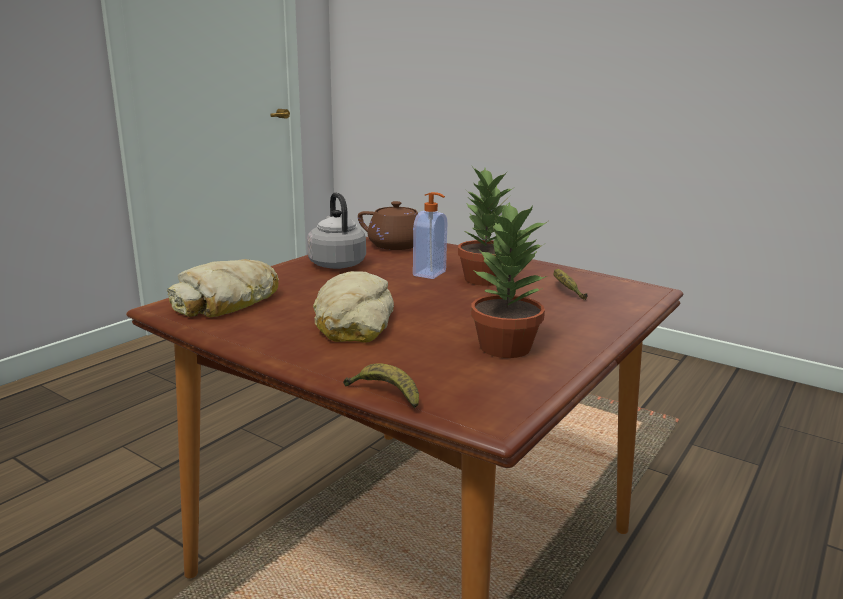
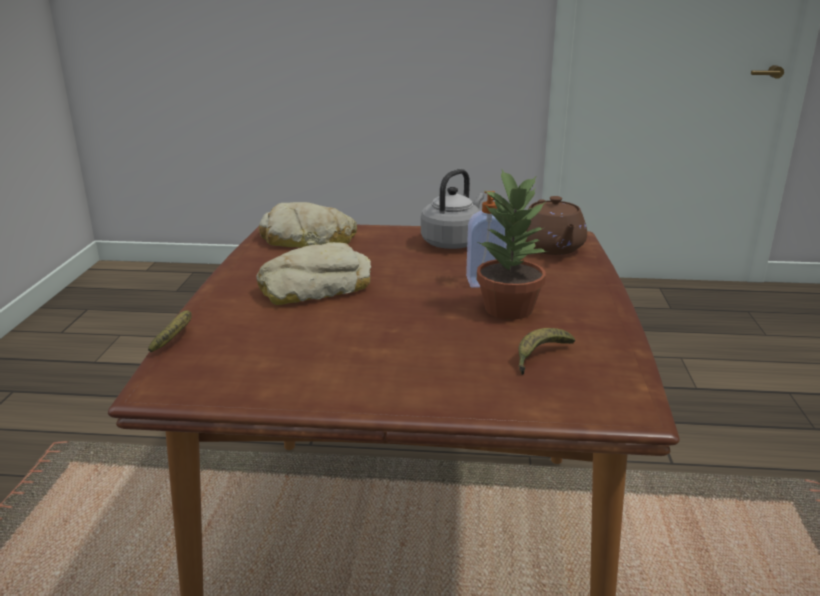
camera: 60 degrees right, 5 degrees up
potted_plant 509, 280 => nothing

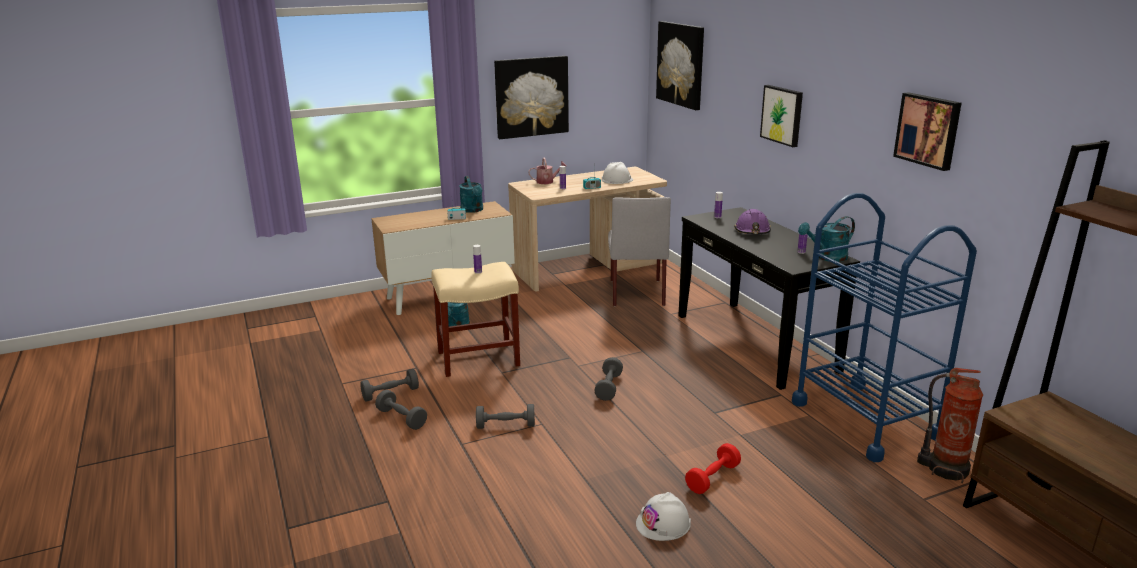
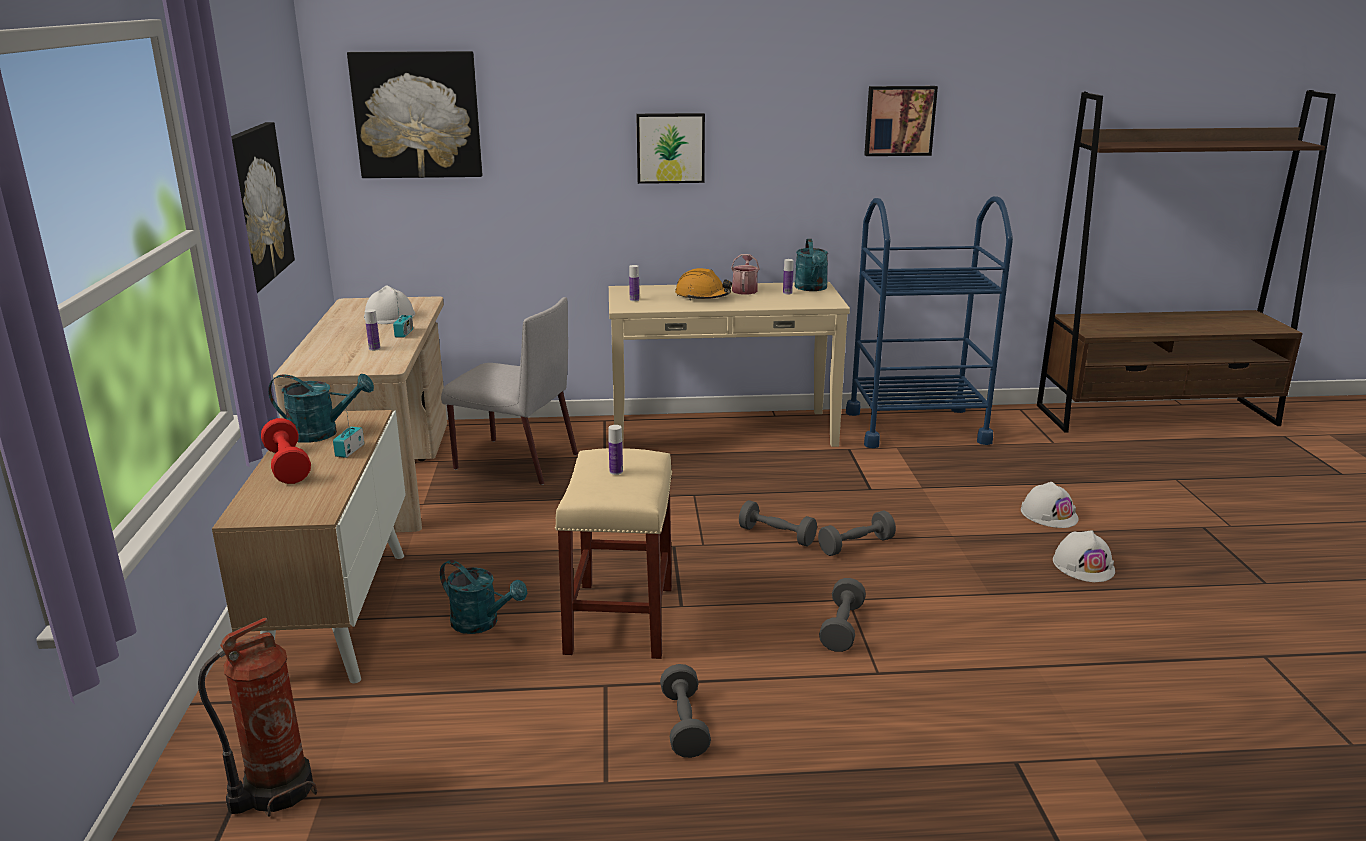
camera: 70 degrees left, 0 degrees up
grey_dumbbell 401, 410 => grey_dumbbell 857, 533, shifted
watering_can 547, 171 => watering_can 745, 274, shifted
black_console_table 769, 298 => beige_console_table 729, 365
red_dumbbell 713, 468 => red_dumbbell 286, 451, shifted
purple_hard_hat 752, 221 => orange_hard_hat 703, 284
fire_extinguisher 950, 425 => fire_extinguisher 257, 717, shifted
nothing => white_hard_hat 1050, 505

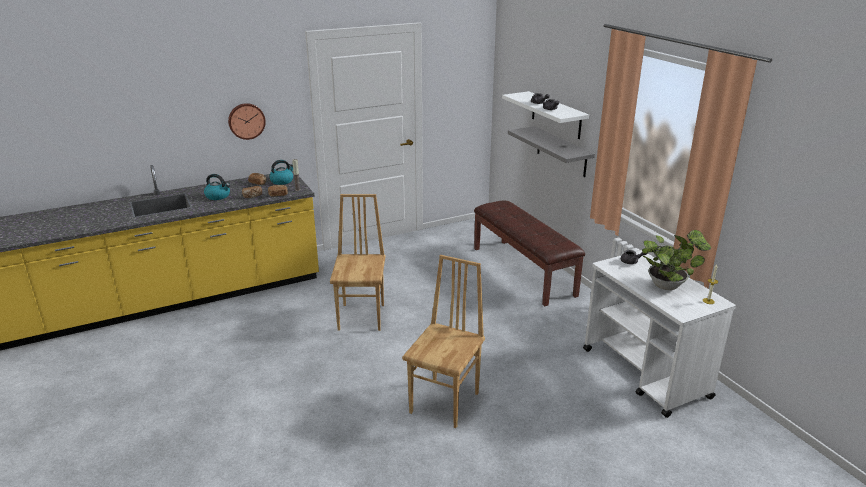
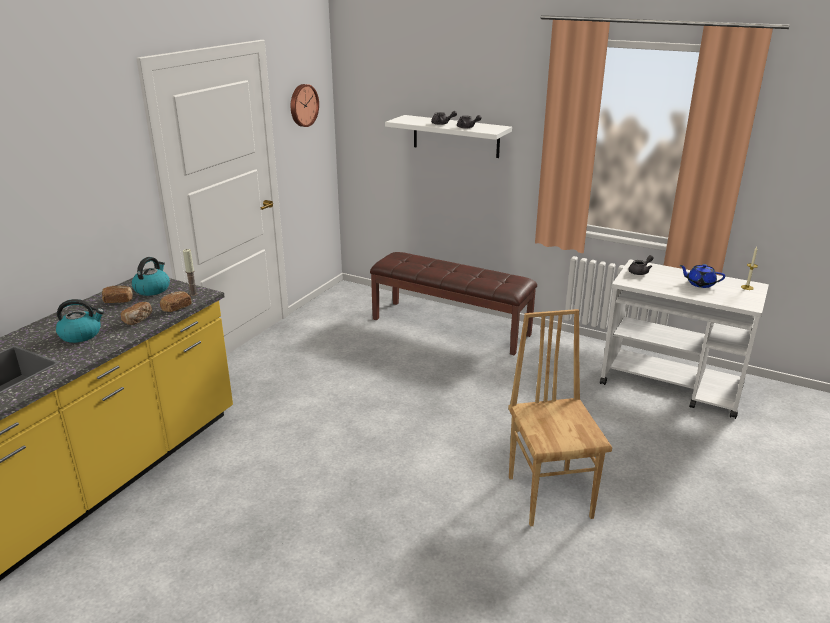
camera: 35 degrees left, 0 degrees up
wall_clock 247, 121 => wall_clock 305, 105, shifted
brown_chair 357, 262 => nothing
grey_shelf 551, 151 => nothing
potted_plant 676, 260 => blue_teapot 702, 276

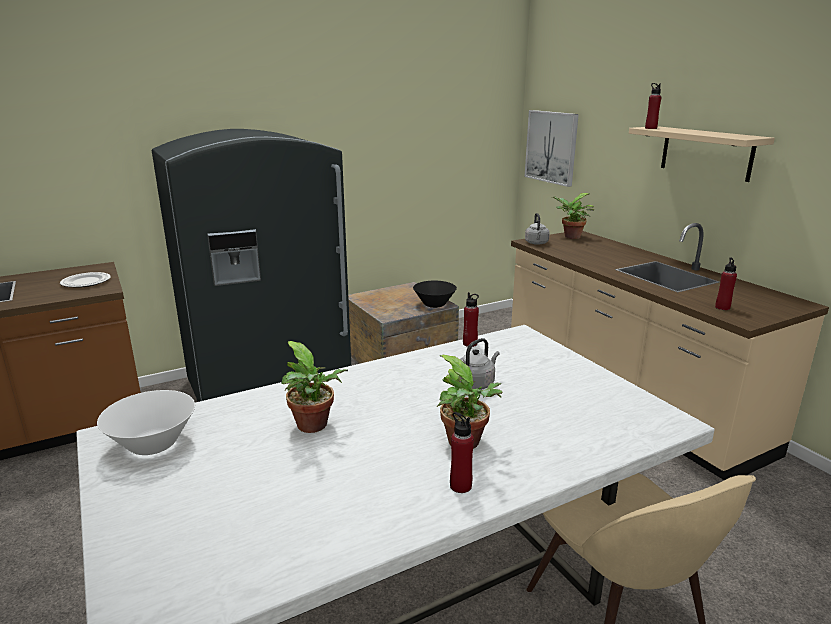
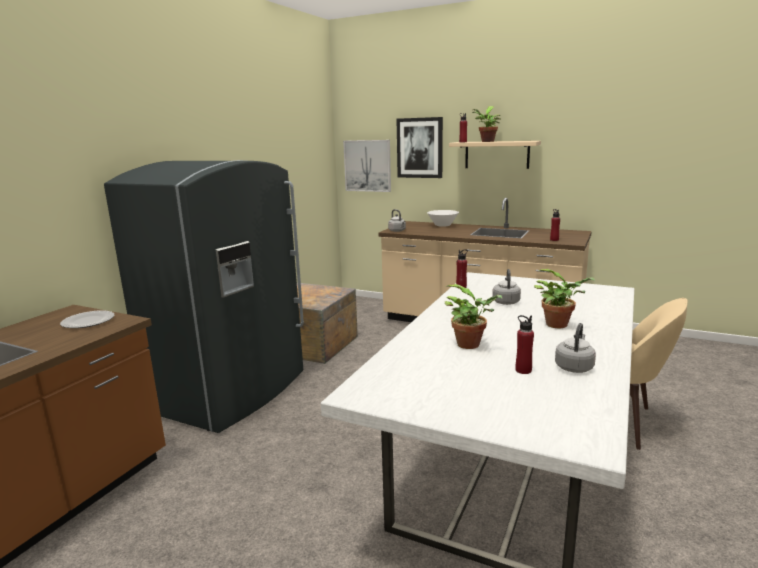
camera: 35 degrees left, 5 degrees down
white_bowl 146, 422 => white_bowl 443, 218, shifted
black_bowl 435, 294 => nothing
red_bottle 462, 452 => red_bottle 524, 344, shifted
potted_plant 572, 216 => potted_plant 486, 124, shifted
nothing => picture 420, 147
nothing => grey_kettle 575, 348

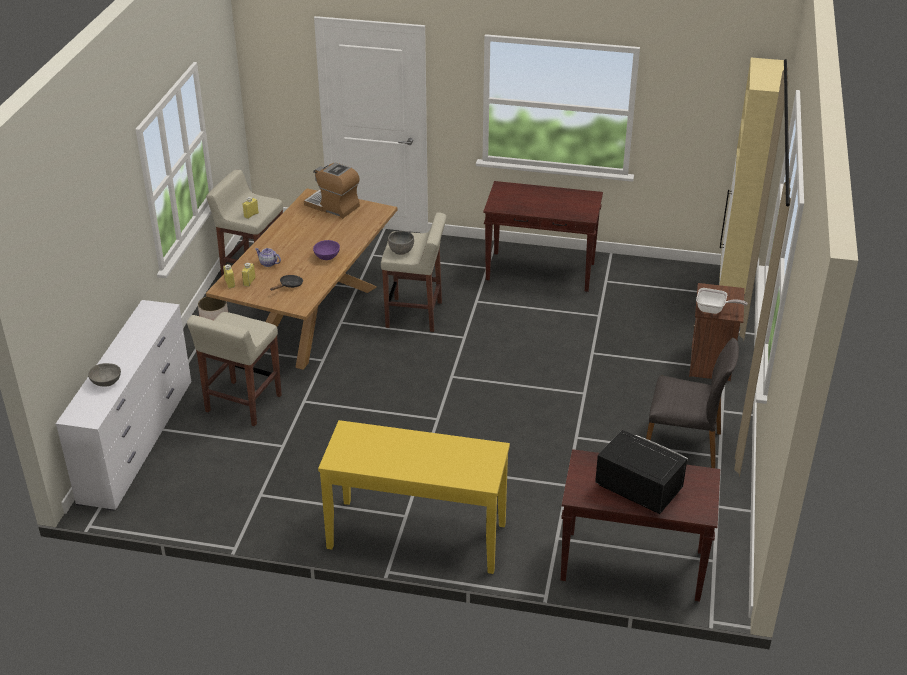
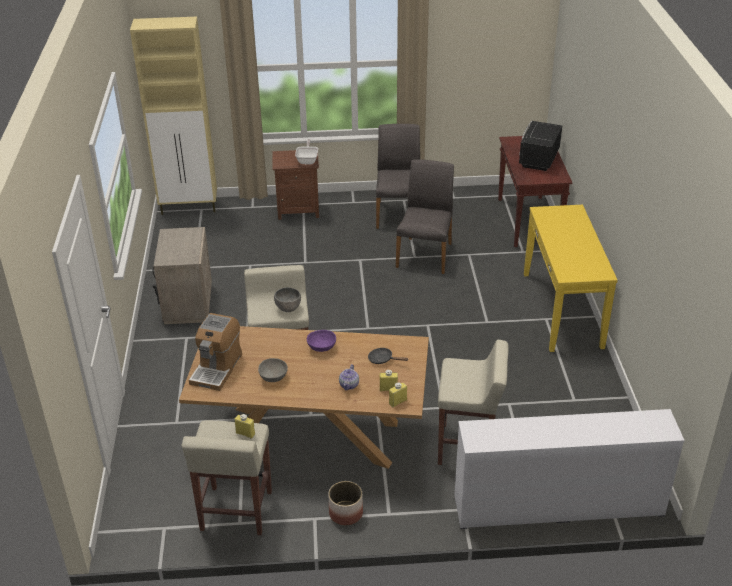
camera: 105 degrees left, 0 degrees up
grey_bowl 104, 375 => grey_bowl 273, 370, shifted
brown_console_table 543, 236 => beige_nightstand 182, 275
nothing => grey_chair 425, 216

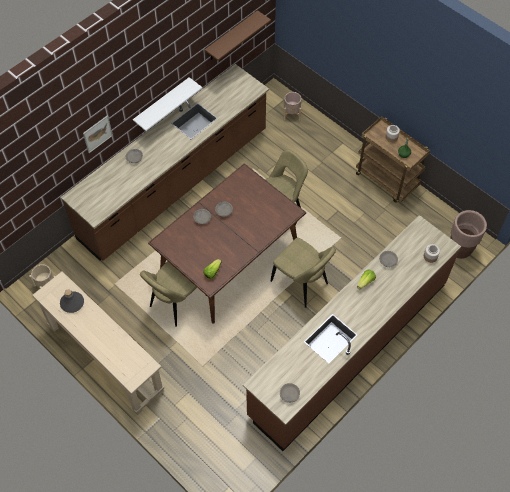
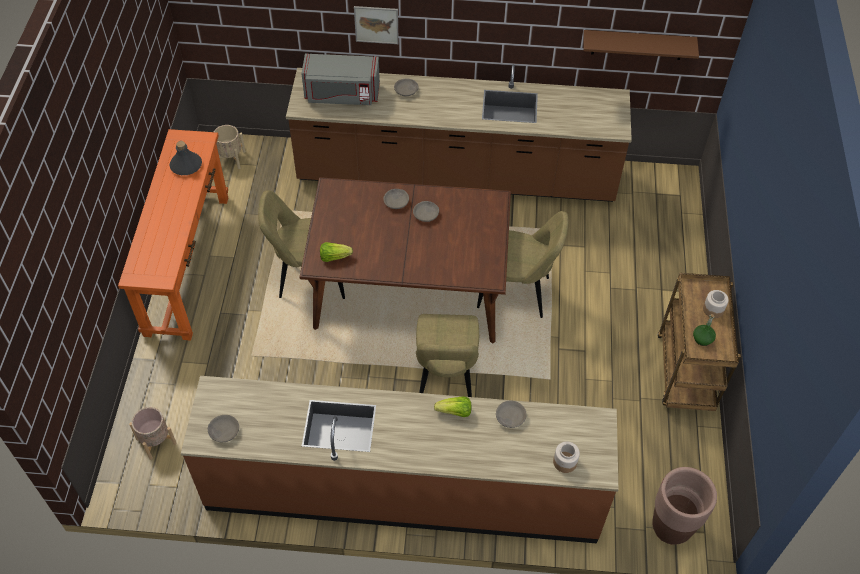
camera: 50 degrees right, 5 degrees down
beige_console_table 98, 343 => orange_console_table 173, 235
white_shelf 167, 104 => nothing
beige_planter 292, 106 => beige_planter 153, 433, shifted
nothing => grey_microwave 340, 79

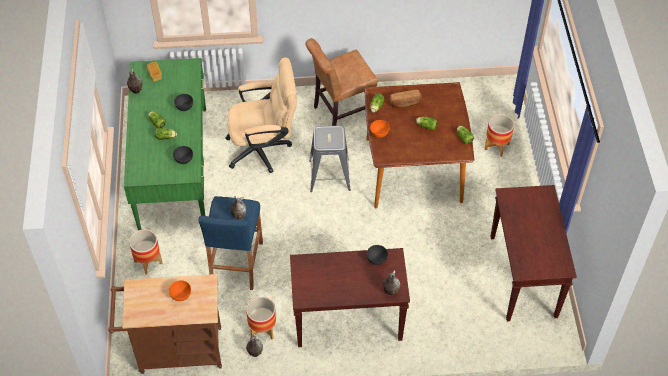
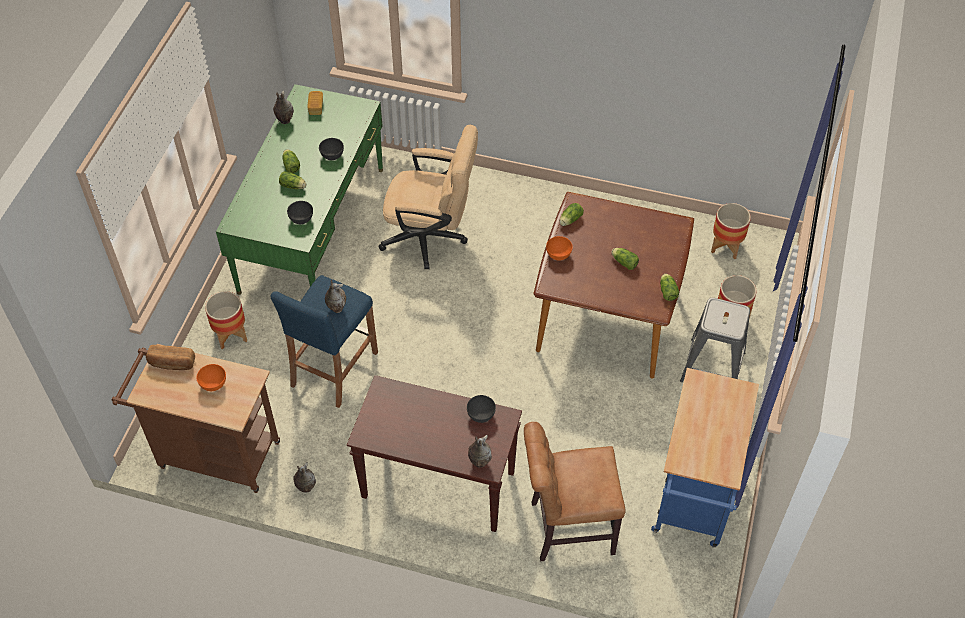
camera: 20 degrees right, 0 degrees up
planter 261, 318 => planter 731, 231, shifted
brown_chair 341, 82 => brown_chair 574, 491, shifted
grey_stool 330, 159 => grey_stool 715, 340, shifted
bread 406, 99 => bread 170, 357, shifted
brown_console_table 533, 253 => blue_cart 705, 458

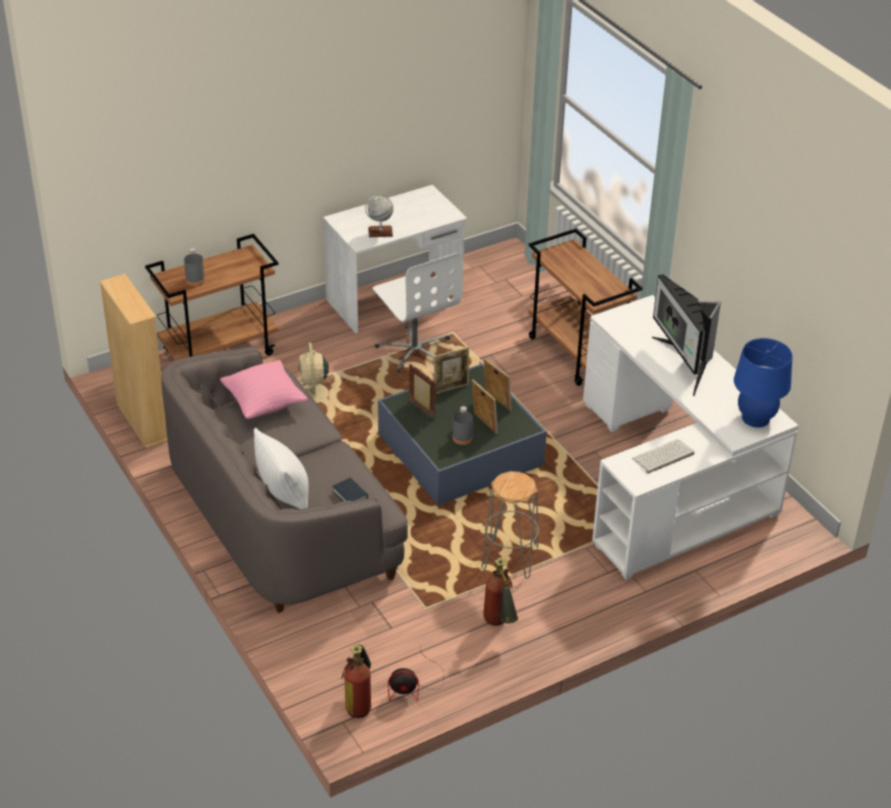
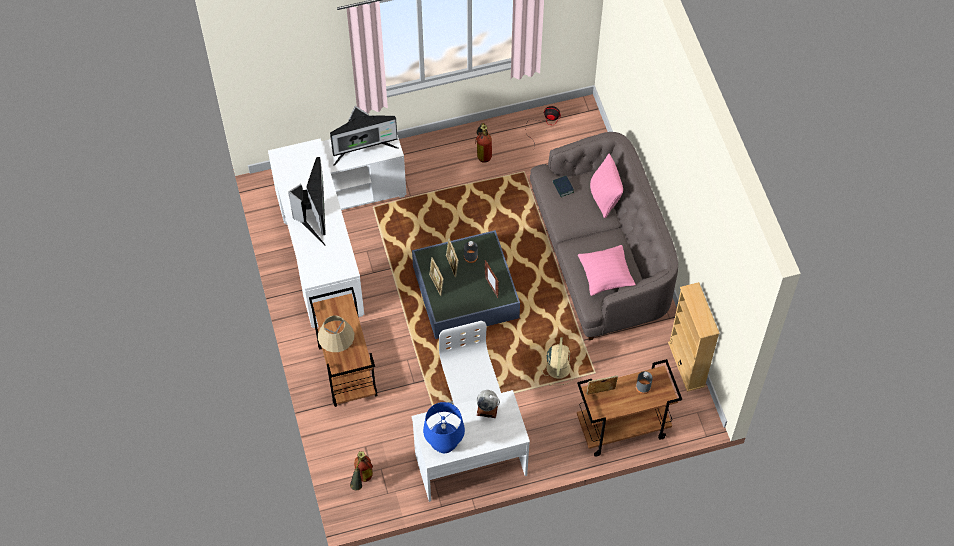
camera: 165 degrees left, 20 degrees up
white_pillow 281, 468 => pink_pillow 606, 186
fire_extinguisher 356, 681 => fire_extinguisher 361, 470, shifted
picture_frame 451, 370 => picture_frame 602, 385, shifted
grey_stool 510, 525 => nothing
keyboard 663, 456 => monitor 364, 136
blue_table_lamp 763, 382 => blue_table_lamp 444, 427, shifted
nothing => beige_table_lamp 336, 333

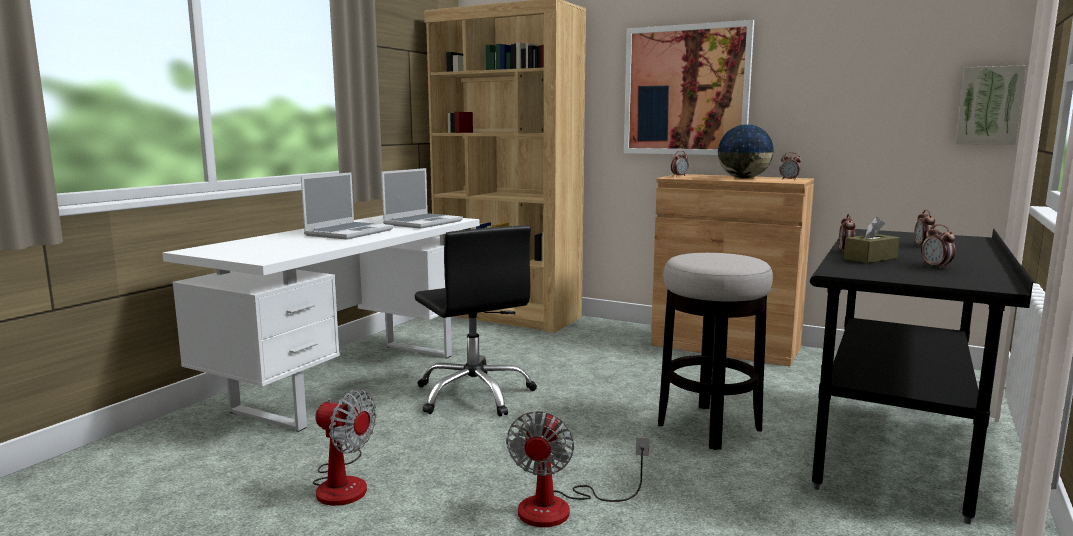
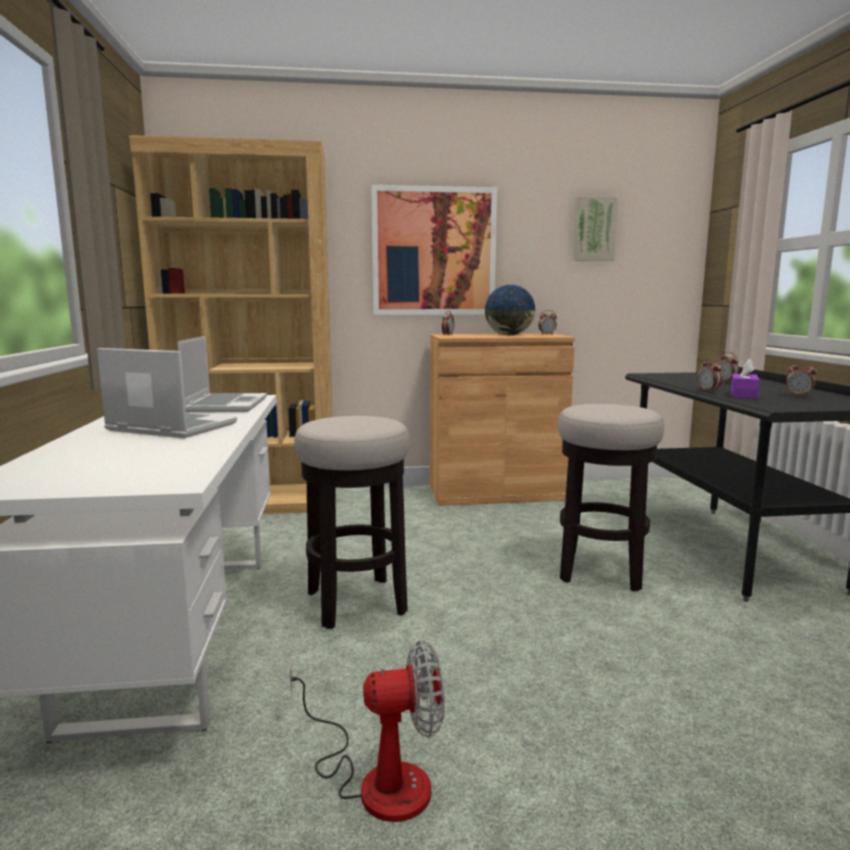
camera: 35 degrees left, 0 degrees up
laptop 347, 206 => laptop 167, 393, 60 degrees counterclockwise
black_office_chair 476, 321 => stool 352, 522
fan 577, 469 => nothing
brown_tissue_box 871, 240 => purple_tissue_box 745, 378
picture 991, 105 => picture 595, 228, shifted

